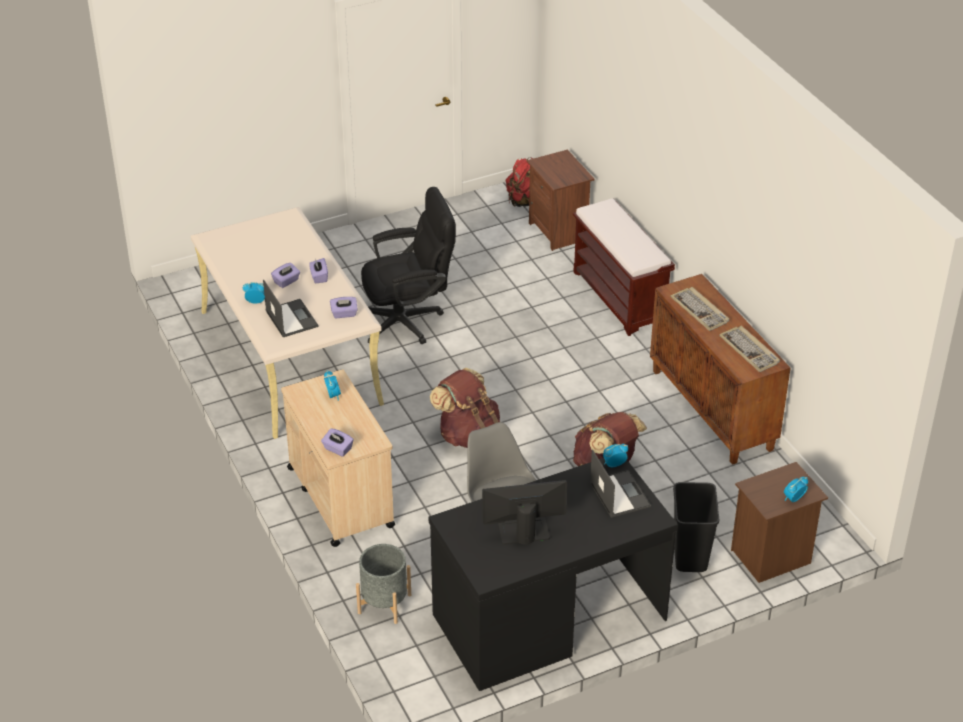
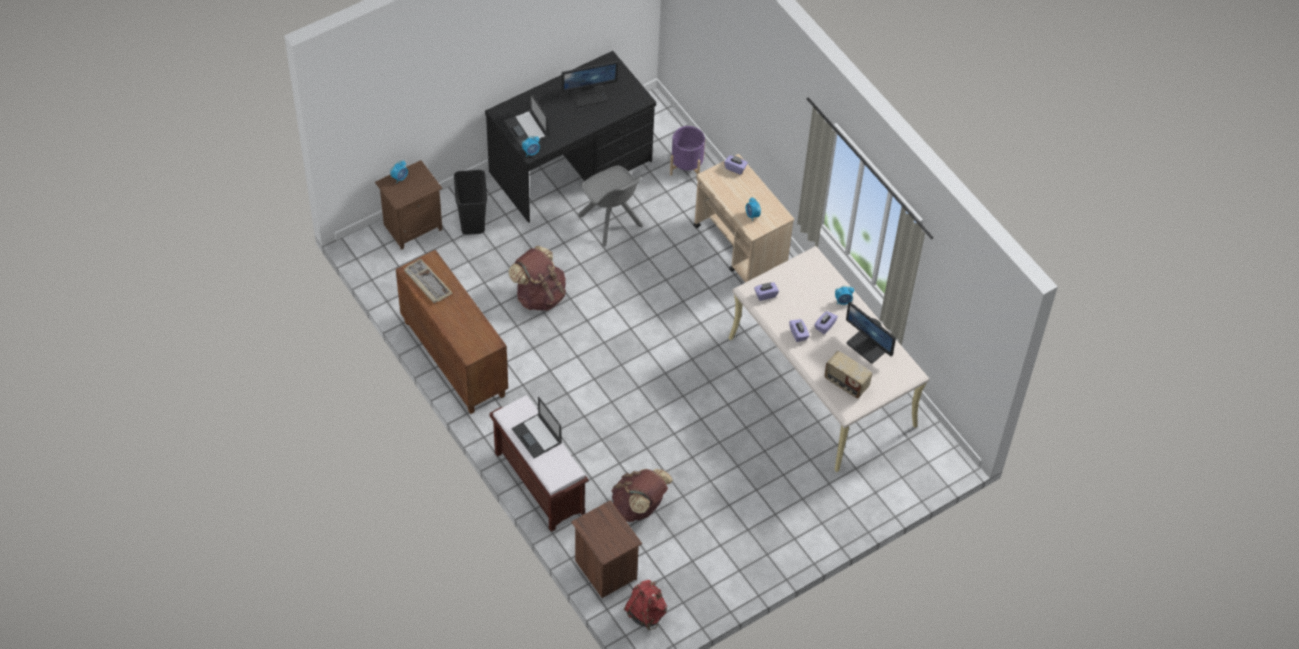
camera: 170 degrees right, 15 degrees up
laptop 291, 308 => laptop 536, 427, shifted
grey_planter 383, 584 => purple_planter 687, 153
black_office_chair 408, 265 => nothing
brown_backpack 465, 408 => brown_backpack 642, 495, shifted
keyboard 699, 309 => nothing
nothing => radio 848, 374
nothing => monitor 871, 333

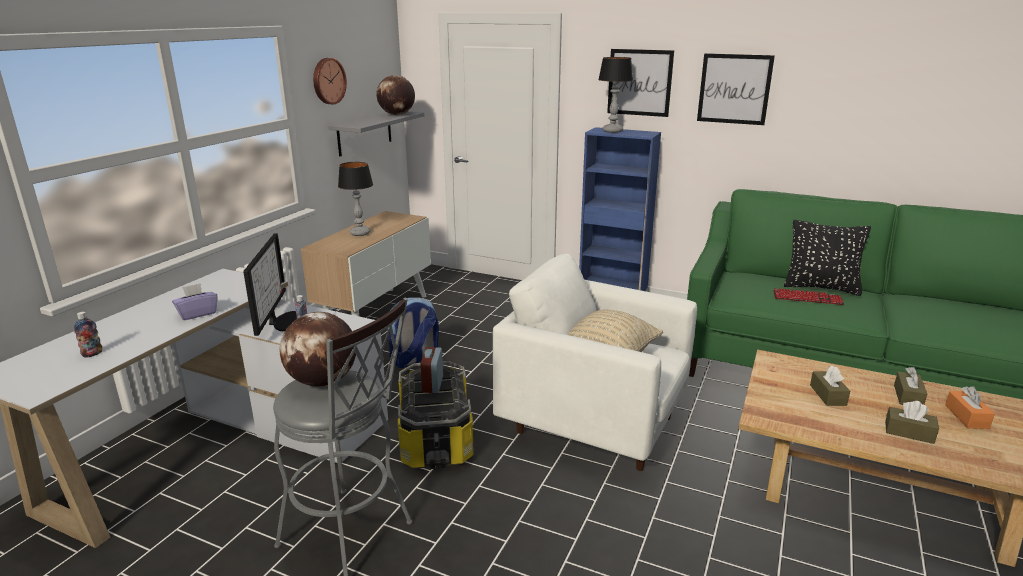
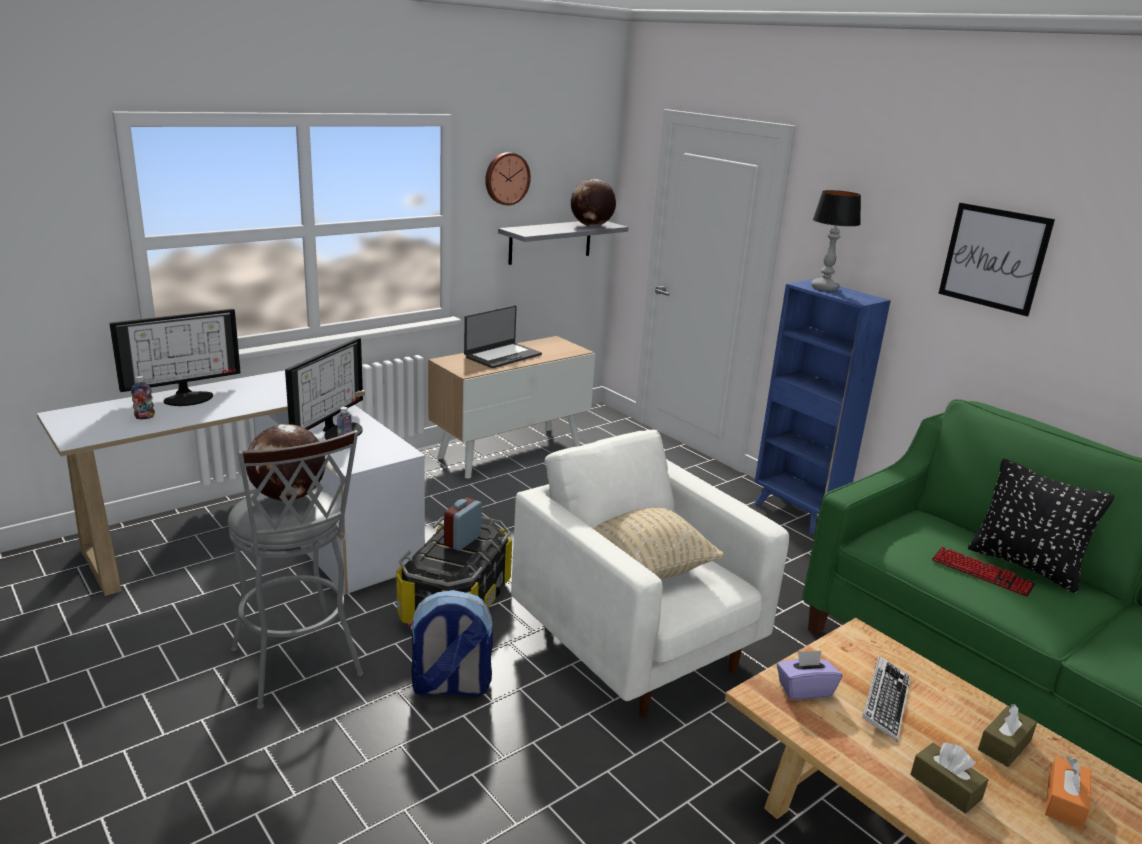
camera: 25 degrees right, 0 degrees up
purple_tissue_box 195, 301 => purple_tissue_box 809, 675, shifted
table_lamp 355, 199 => laptop 503, 336
backpack 413, 332 => backpack 450, 643, shifted
picture 640, 83 => nothing
brown_tissue_box 830, 385 => keyboard 886, 698
nothing => monitor 175, 357

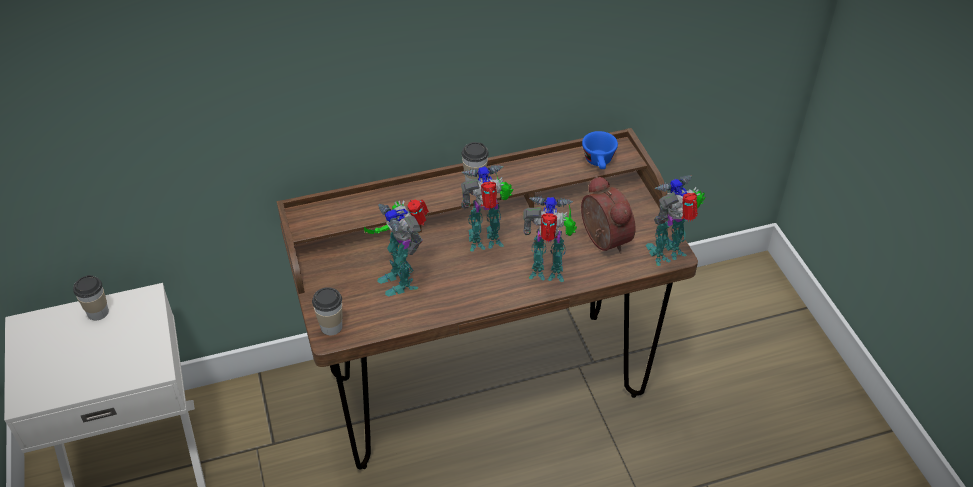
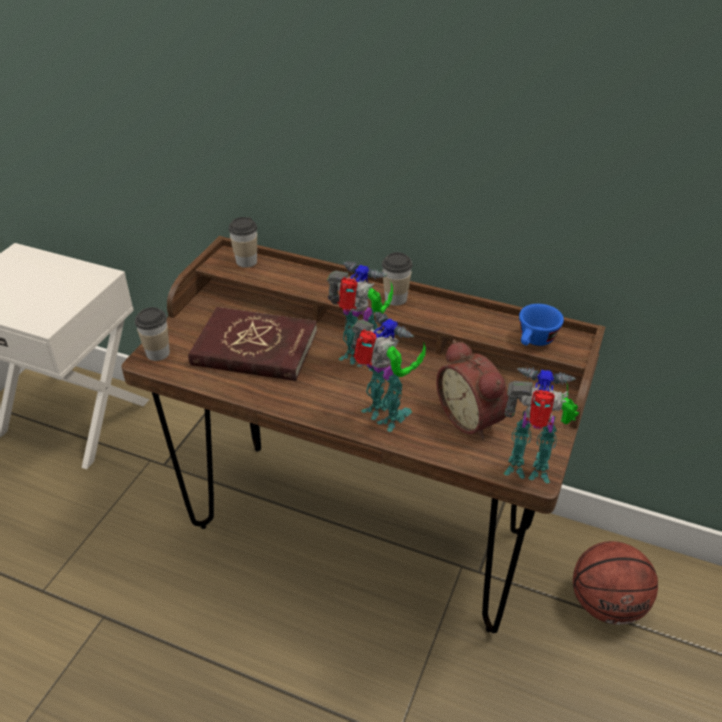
camera: 40 degrees right, 5 degrees down
cup 91, 297 => cup 242, 242, shifted
toy_robot 396, 248 => red_book 252, 344
alarm_clock 608, 214 => alarm_clock 472, 390, 135 degrees clockwise
nothing => basketball 615, 583

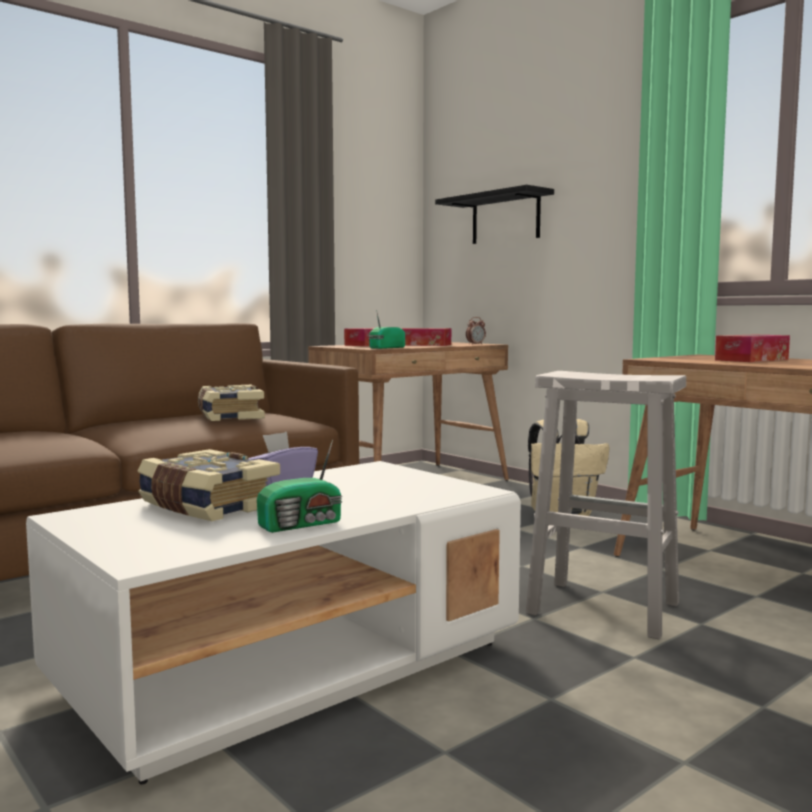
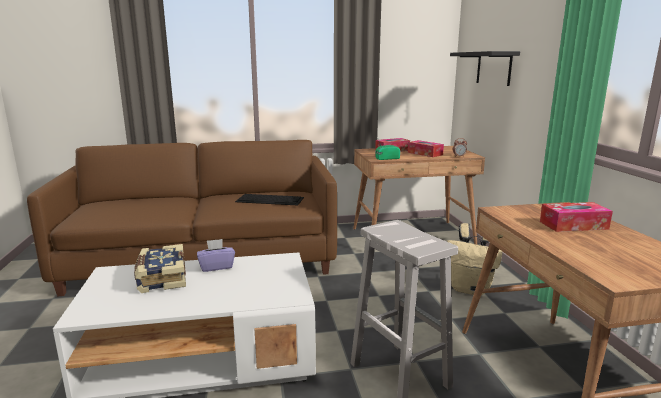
camera: 30 degrees right, 10 degrees up
book 231, 403 => keyboard 269, 200
radio 299, 486 => nothing

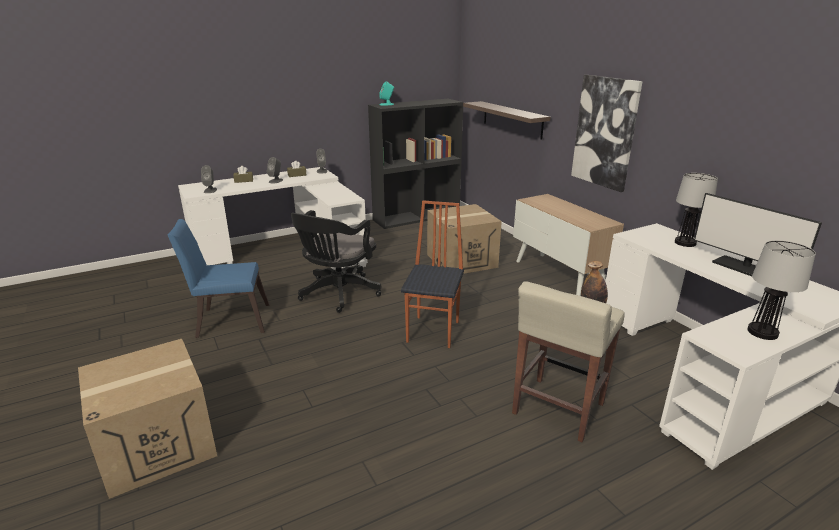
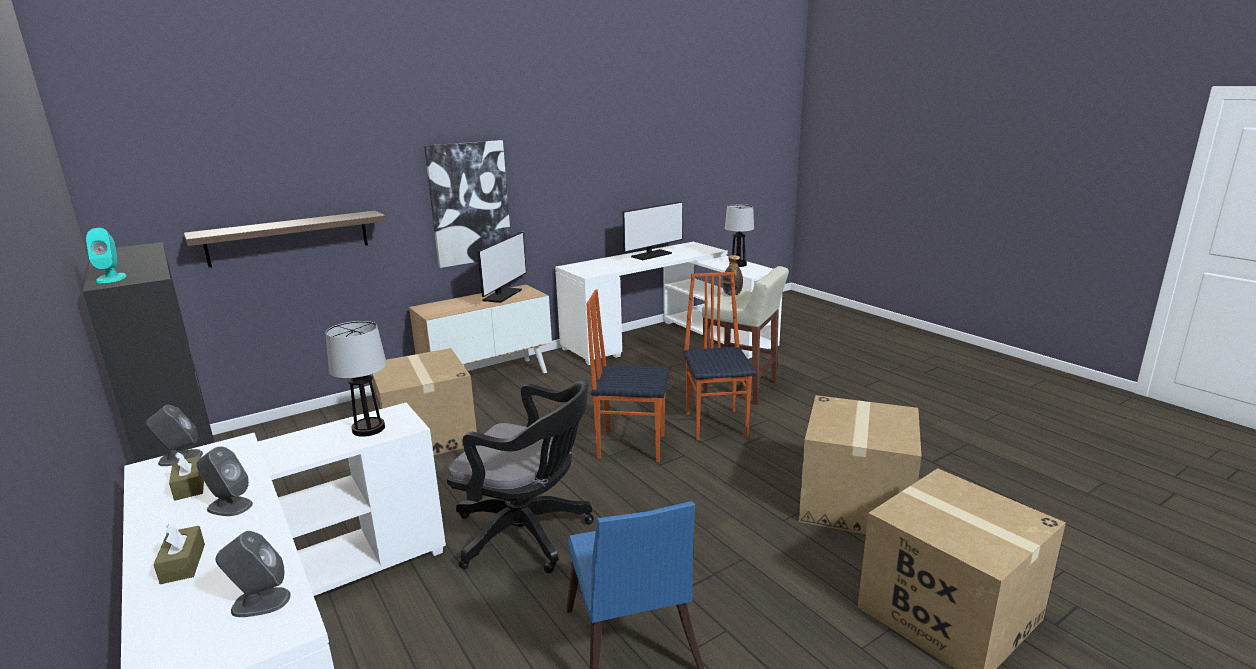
camera: 95 degrees left, 5 degrees down
table_lamp 696, 210 => table_lamp 356, 379, shifted
nothing => monitor 502, 267
nothing => chair 719, 356
nothing => cardboard_box 860, 464

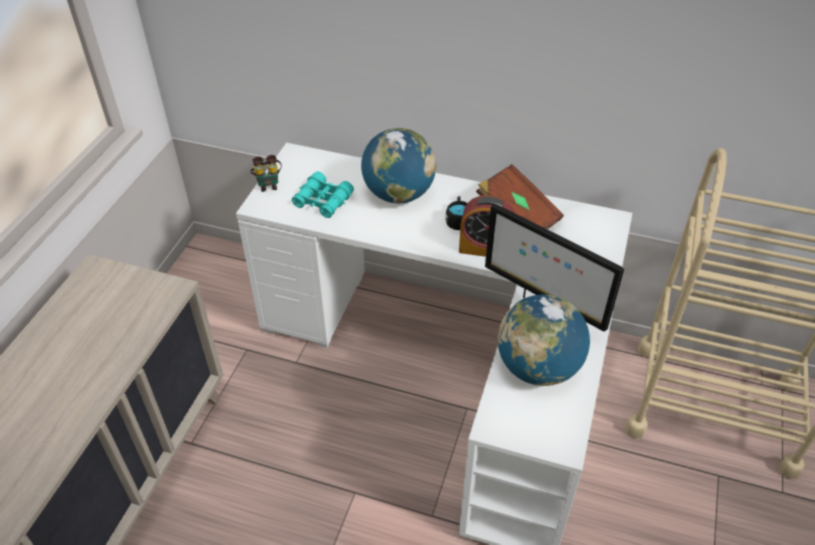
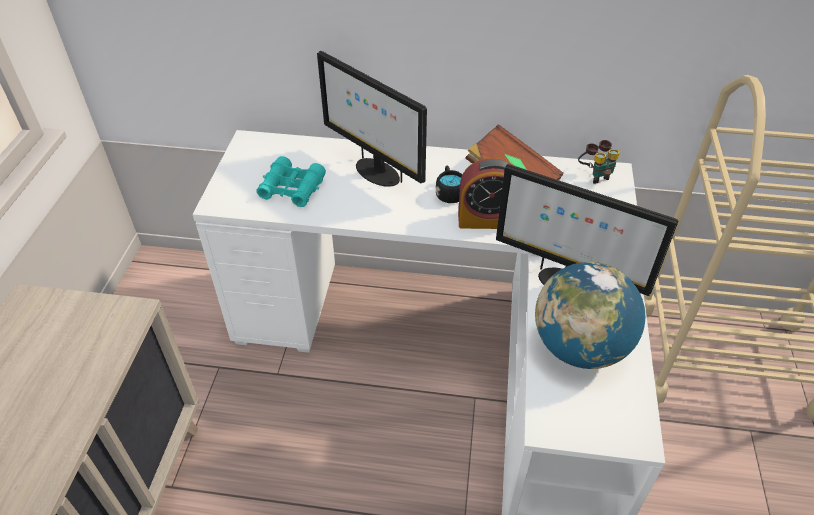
camera: 10 degrees left, 0 degrees up
binoculars 266, 173 => binoculars 599, 162, shifted
globe 398, 165 => monitor 372, 119

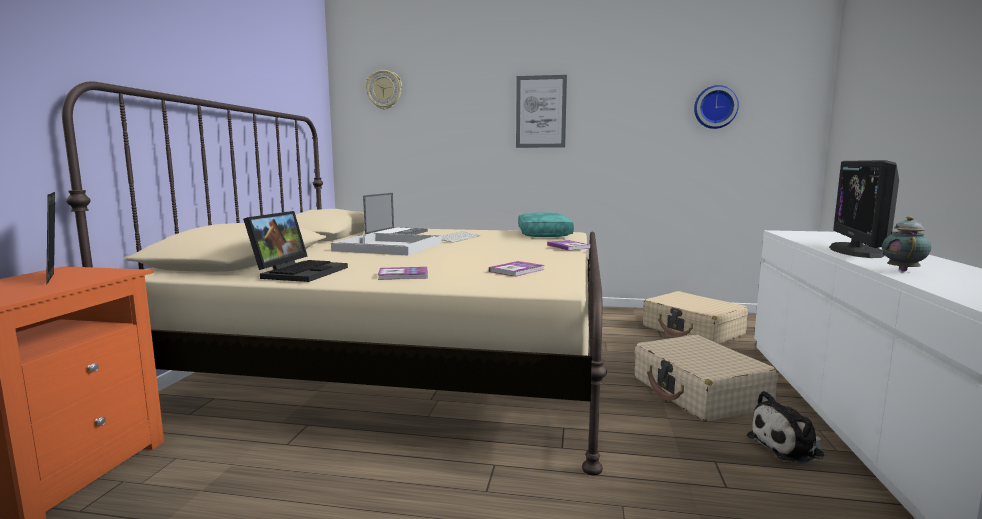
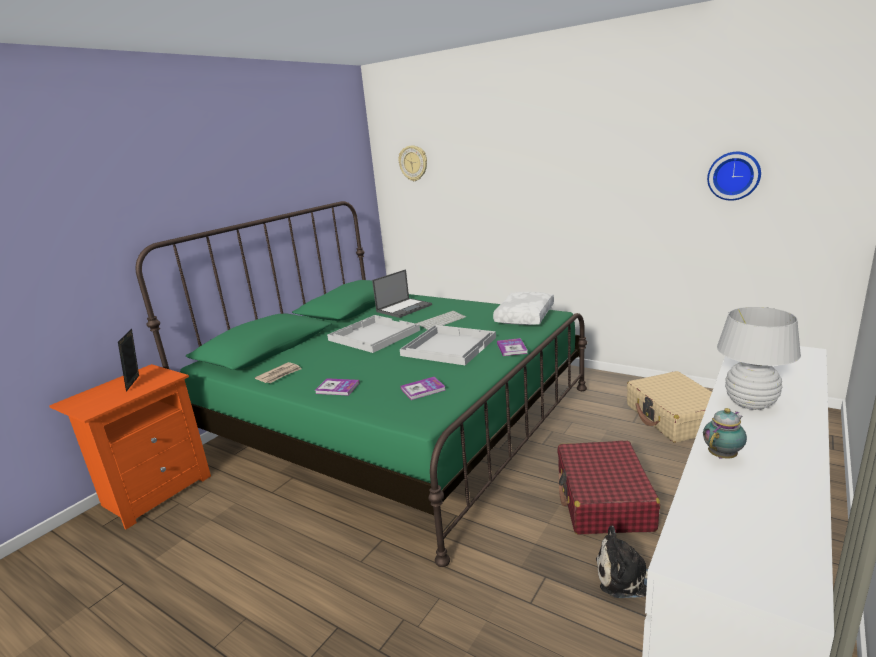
camera: 25 degrees right, 10 degrees up
beige_bed 334, 278 => green_bed 361, 384
laptop 295, 246 => newspaper 278, 372
picture 541, 111 => nothing
turquoise_pillow 546, 224 => white_pillow 523, 308
beige_suitcase 706, 378 => red_suitcase 608, 487
monitor 864, 209 => white_table_lamp 759, 358
nothing => white_tray 448, 345

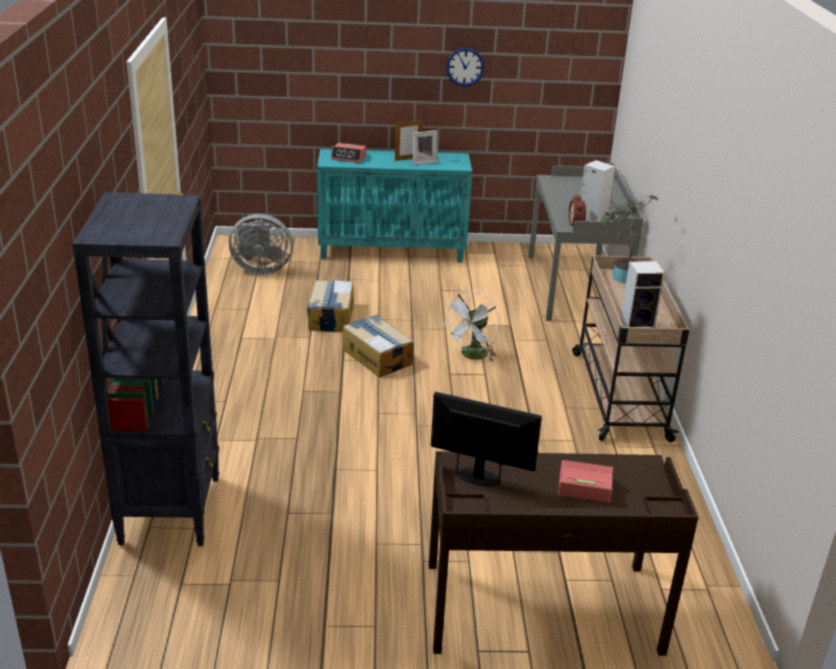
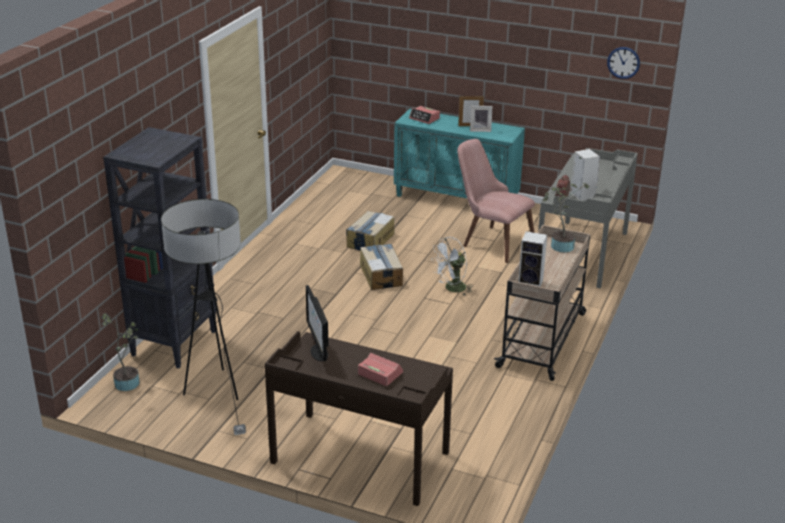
camera: 25 degrees right, 0 degrees up
grey_fan 261, 244 => nothing
monitor 486, 439 => monitor 317, 323, 150 degrees counterclockwise
wall_clock 465, 67 => wall_clock 623, 63, shifted
nothing => potted_plant 120, 352
nothing => floor_lamp 203, 317
nothing => pink_chair 496, 201

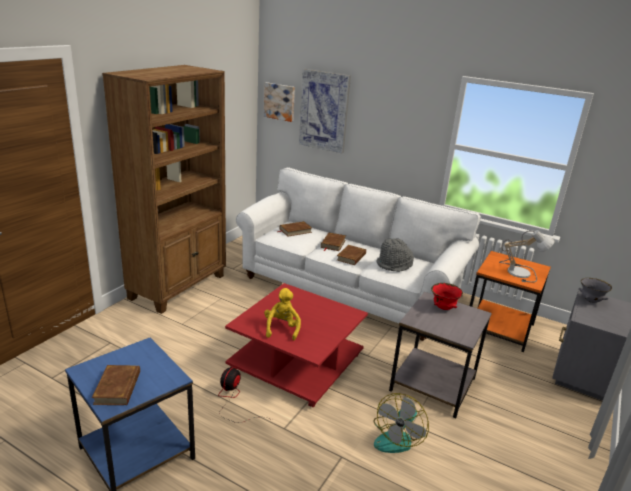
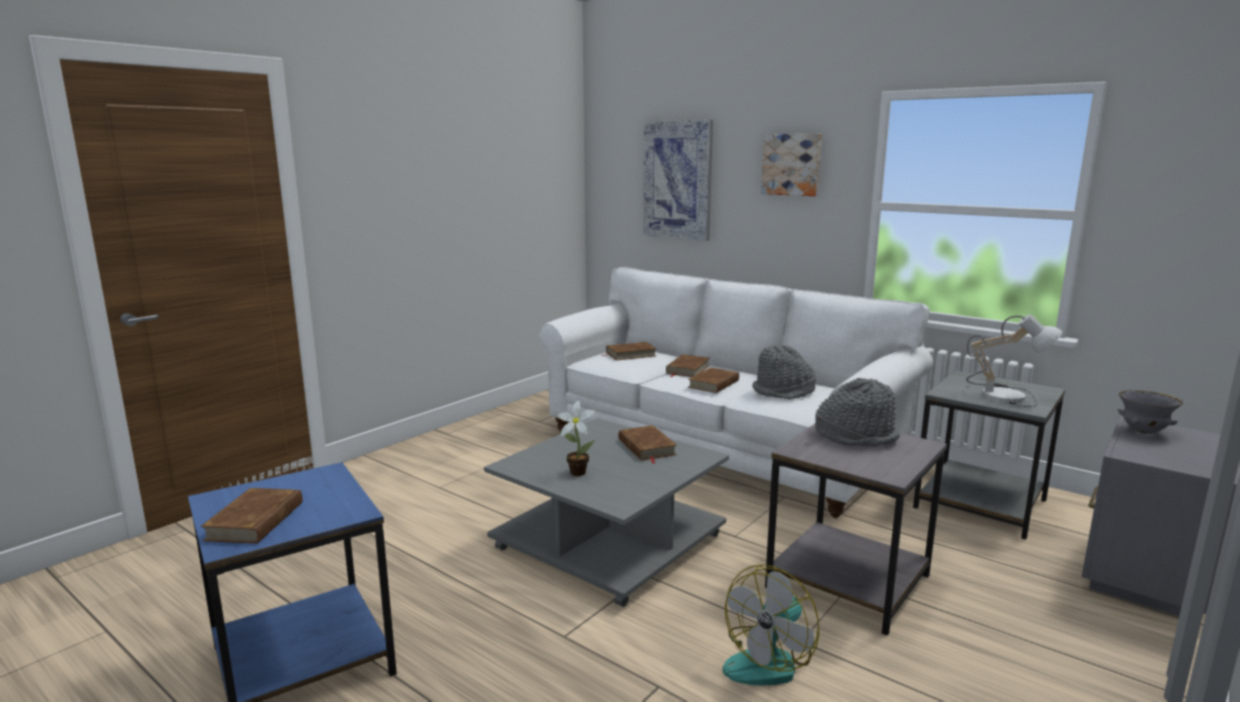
camera: 10 degrees right, 10 degrees down
brown_bookcase 164, 189 => nothing
fan 245, 395 => nothing
red_coffee_table 296, 345 => grey_coffee_table 606, 512
picture 279, 102 => picture 791, 165, shifted
yellow_plush_toy 282, 314 => potted_plant 576, 438
red_bowl 447, 296 => grey_hat 857, 412
orange_side_table 510, 301 => grey_side_table 989, 455
nothing => brown_book 648, 444

